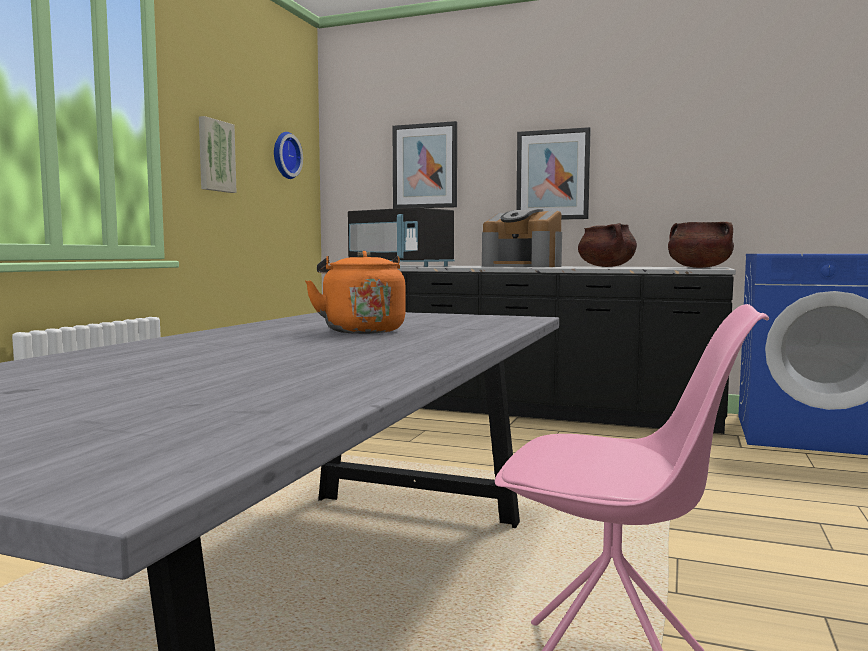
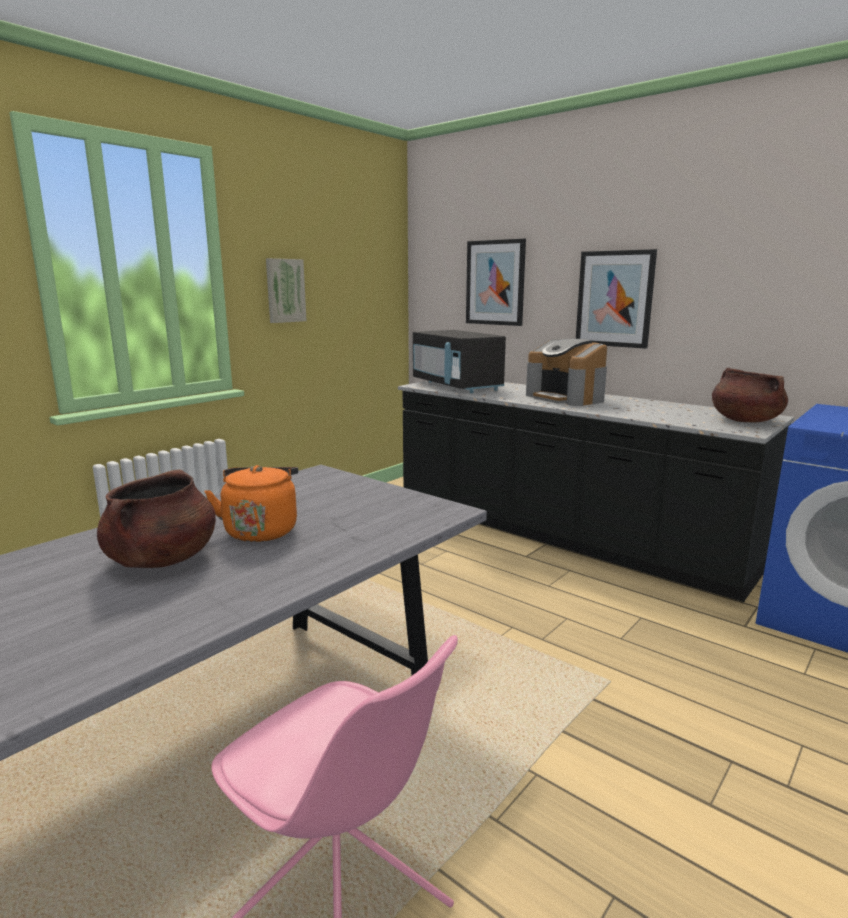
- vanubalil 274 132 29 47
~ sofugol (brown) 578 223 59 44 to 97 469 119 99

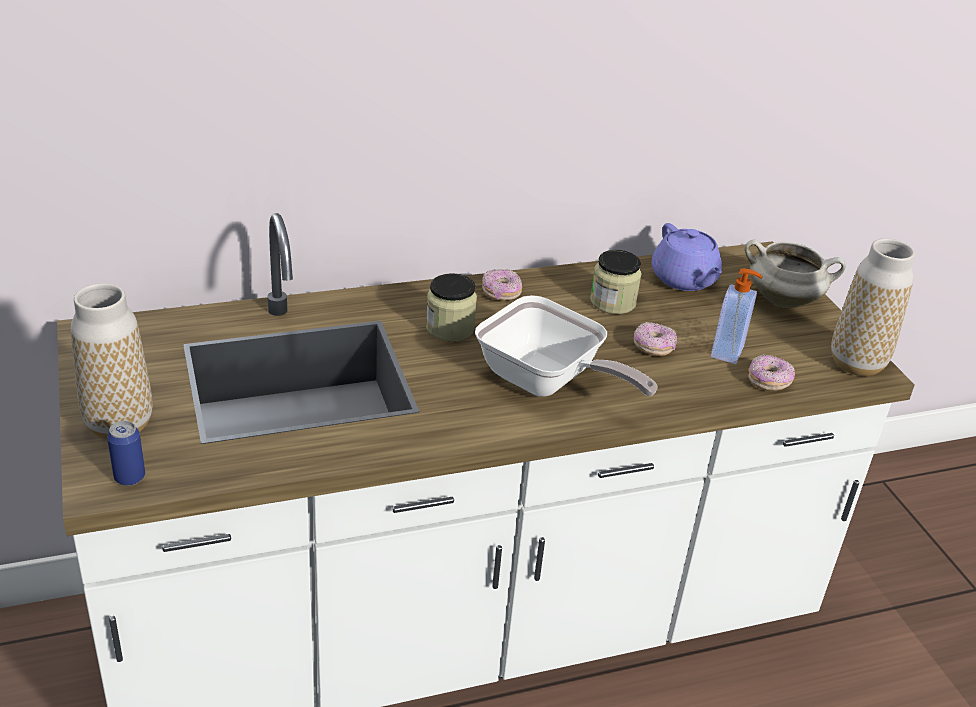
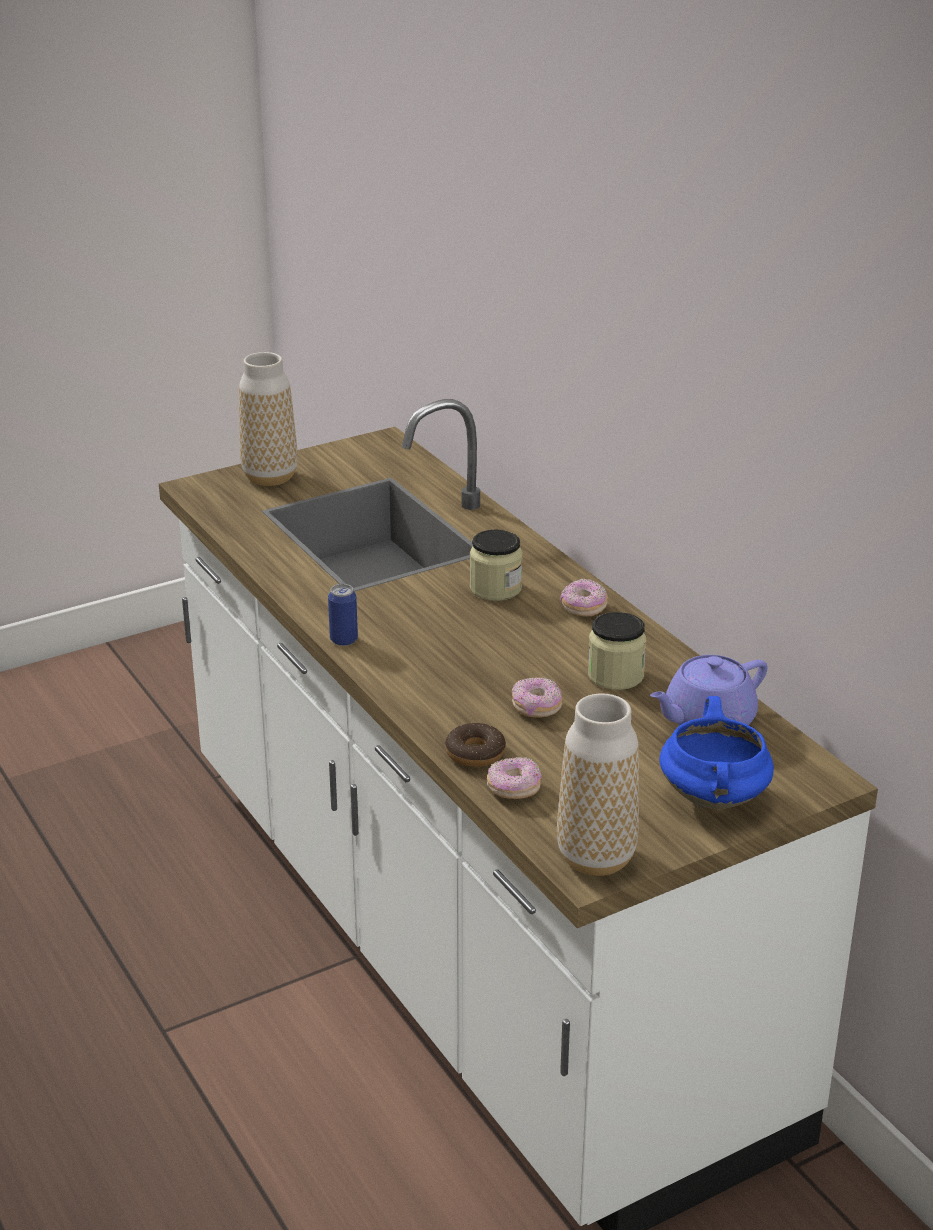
~ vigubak 107 421 38 65 to 328 584 30 62
- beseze 475 295 182 102
- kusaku 711 268 52 96
~ sofugol (white) 745 240 101 68 to sofugol (blue) 659 696 115 113
+ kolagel 445 723 61 44

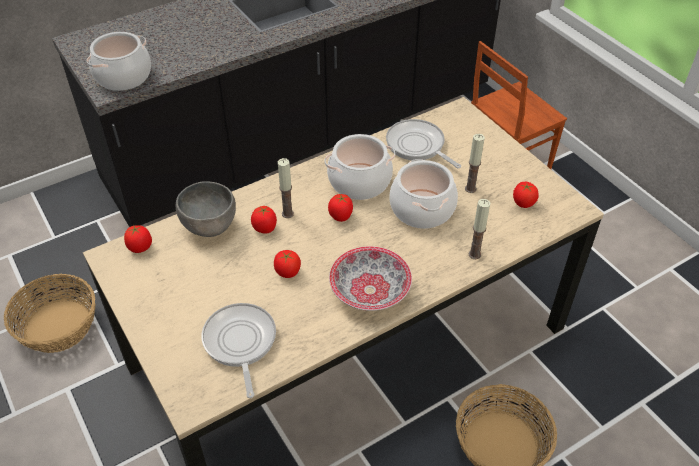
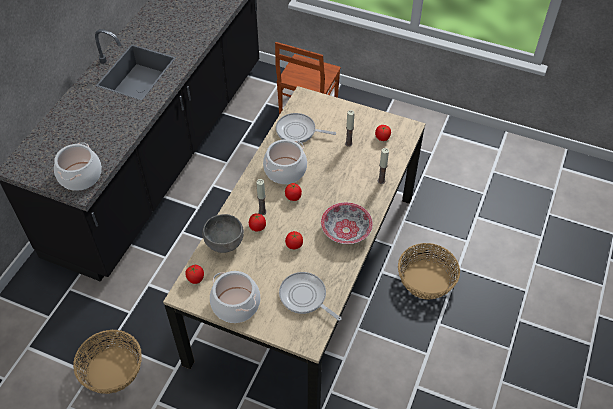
~ sofugol 389 159 69 70 to 210 271 50 52

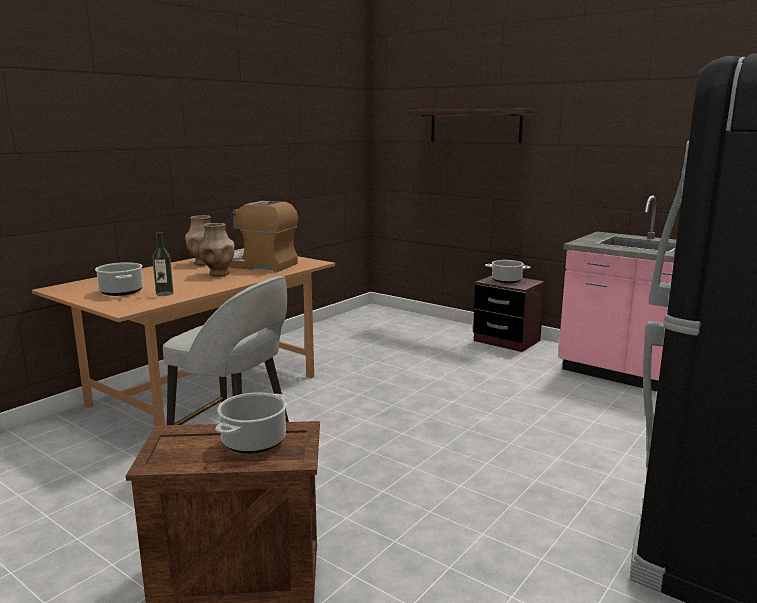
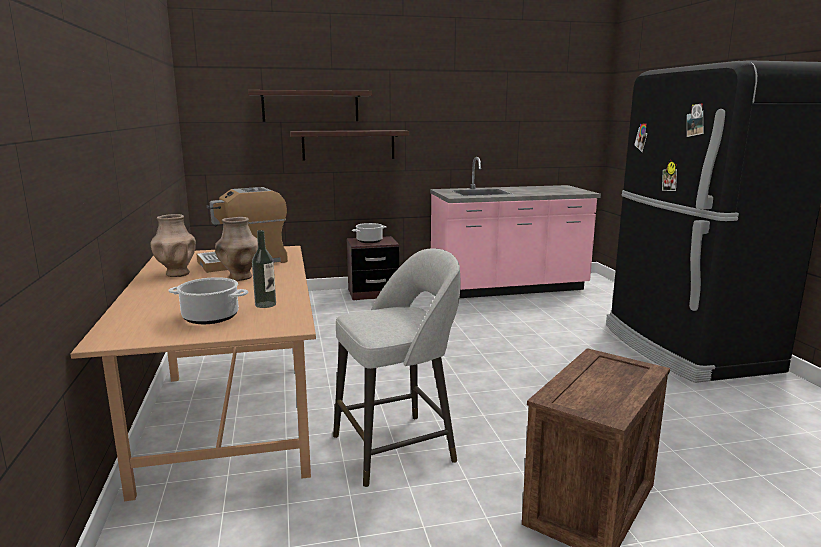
- sofugol 216 392 71 62
+ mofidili 290 130 119 30

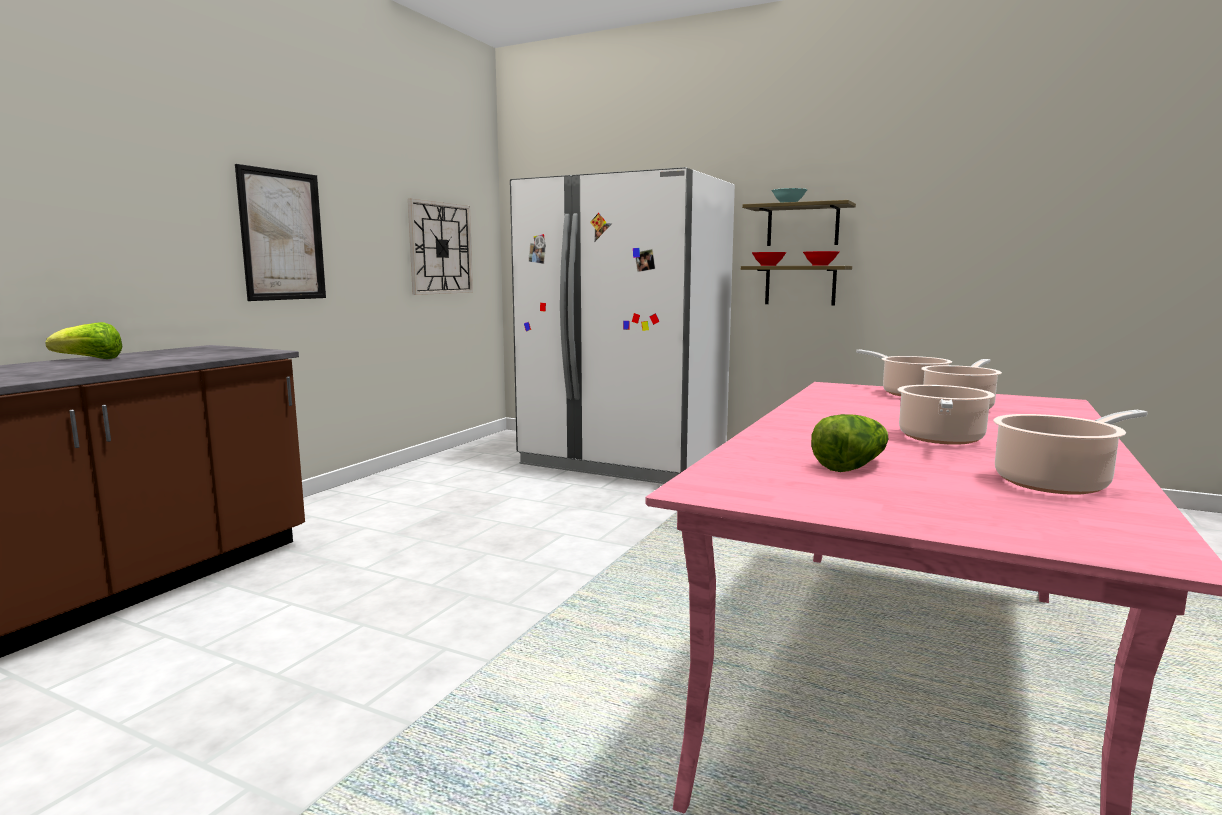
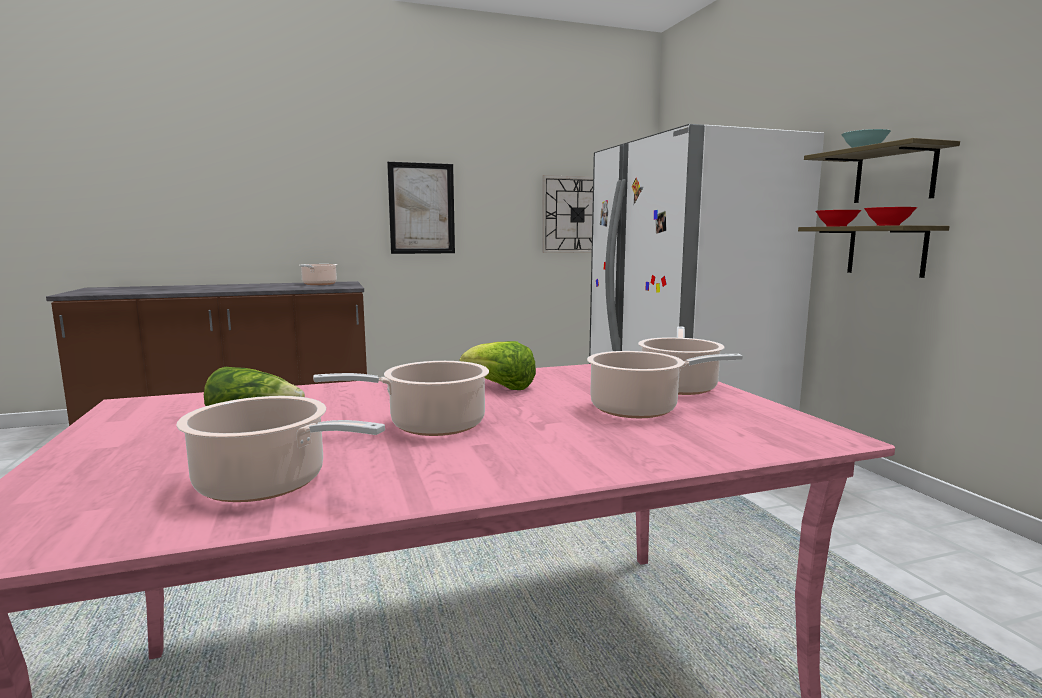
~ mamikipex 45 322 77 37 to 459 341 77 49
+ sofugol 299 264 39 21

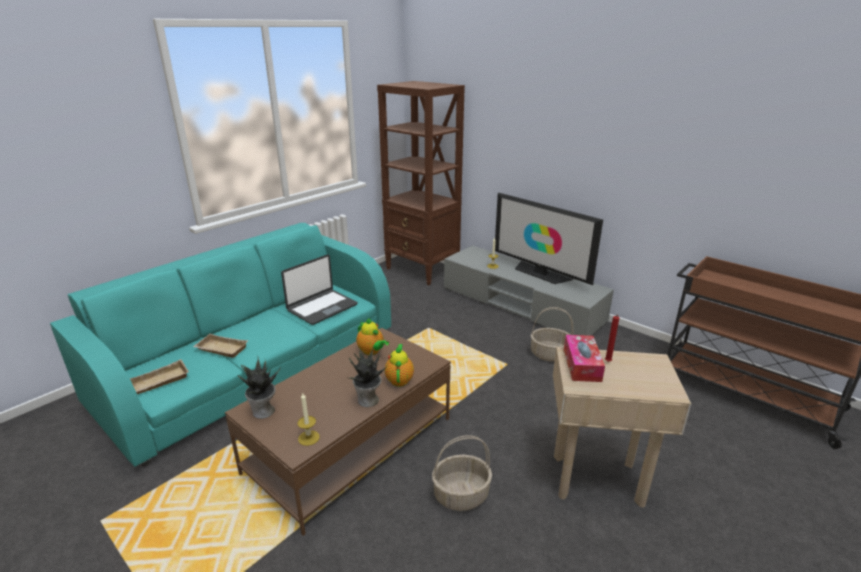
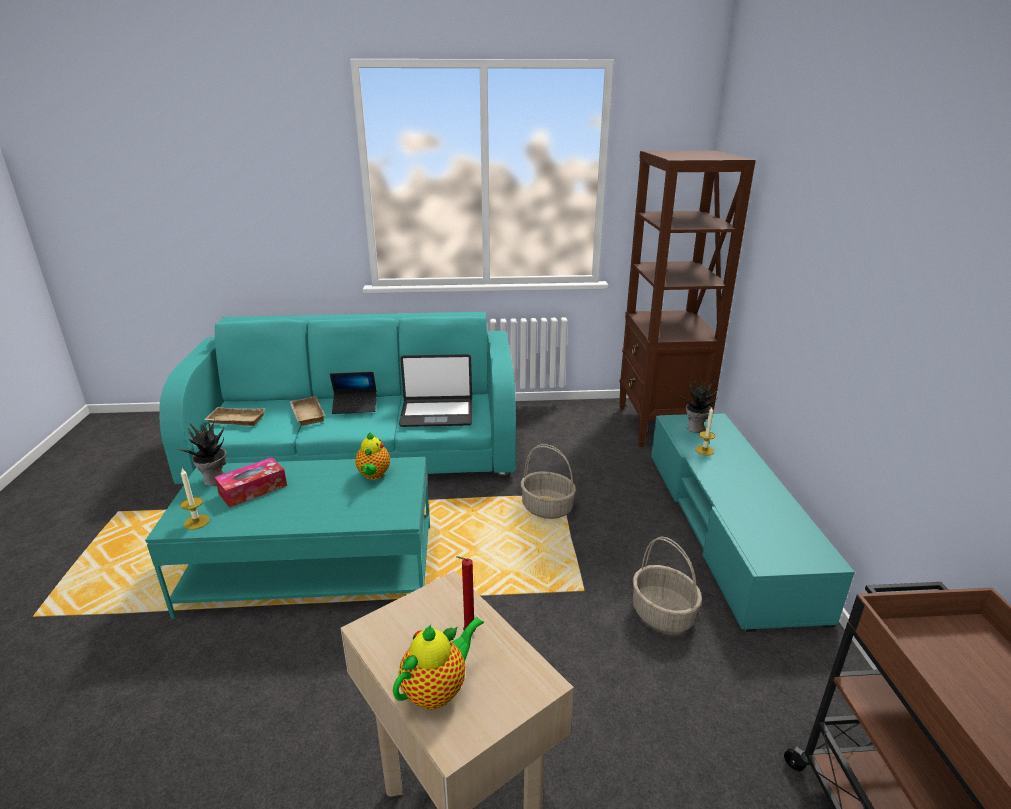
~ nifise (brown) 225 328 226 208 to nifise (turquoise) 145 457 285 162
~ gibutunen 349 349 39 58 to 682 379 36 54
~ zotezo 385 344 29 43 to 393 617 91 93
~ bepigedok 432 435 60 76 to 521 444 55 75
~ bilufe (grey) 444 245 170 91 to bilufe (turquoise) 651 413 204 219
- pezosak 495 193 108 92
~ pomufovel 564 335 41 47 to 215 457 72 51
+ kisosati 330 372 47 42

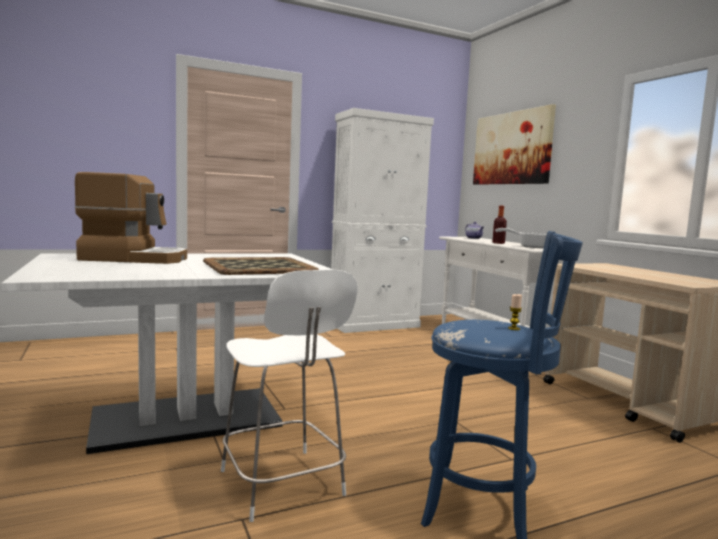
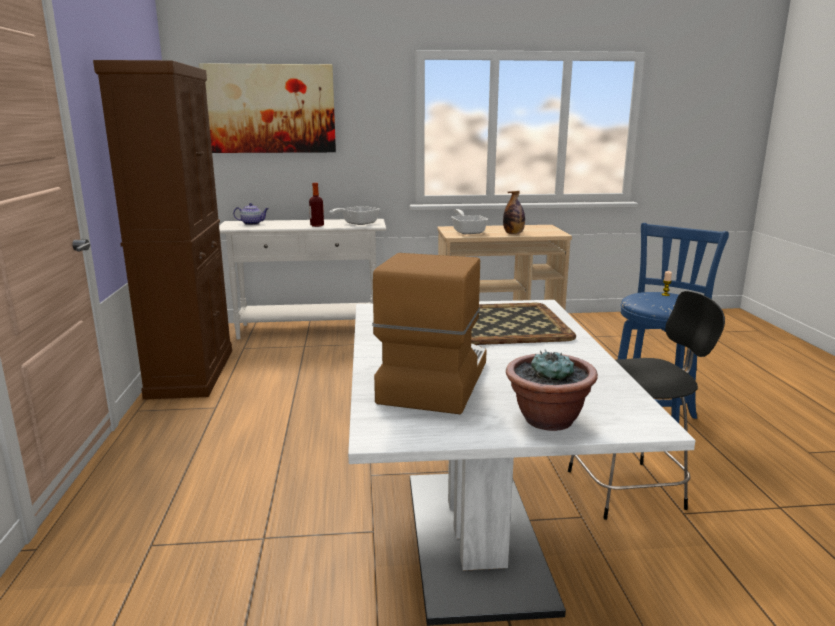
~ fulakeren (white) 221 270 137 252 to fulakeren (black) 568 291 157 229
~ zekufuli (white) 331 108 103 225 to zekufuli (brown) 93 60 139 340
+ beseze 452 209 36 25
+ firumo 503 190 22 44
+ gibutunen 506 349 92 82

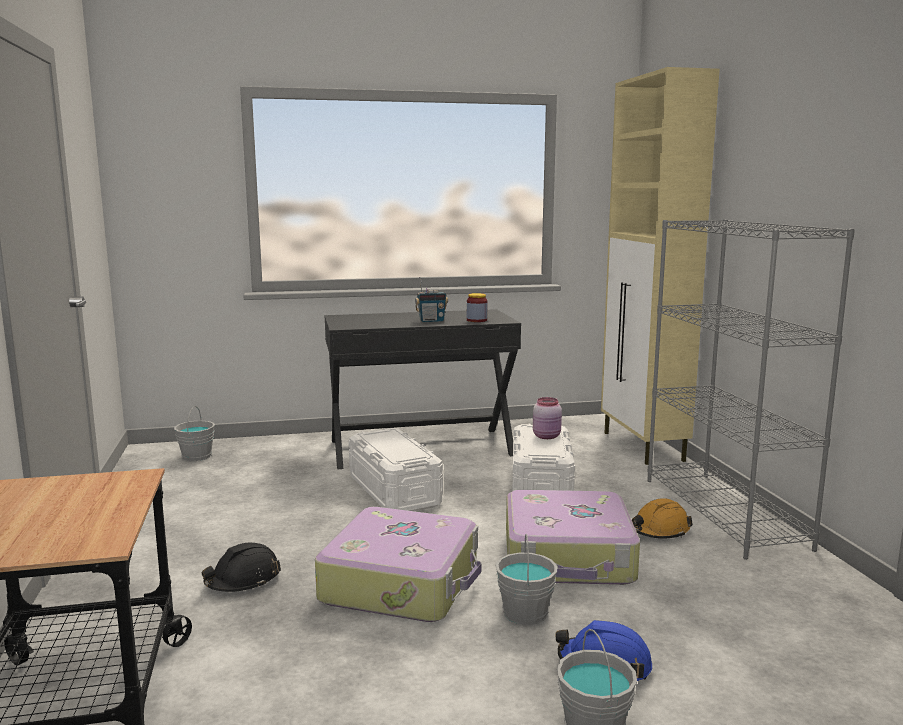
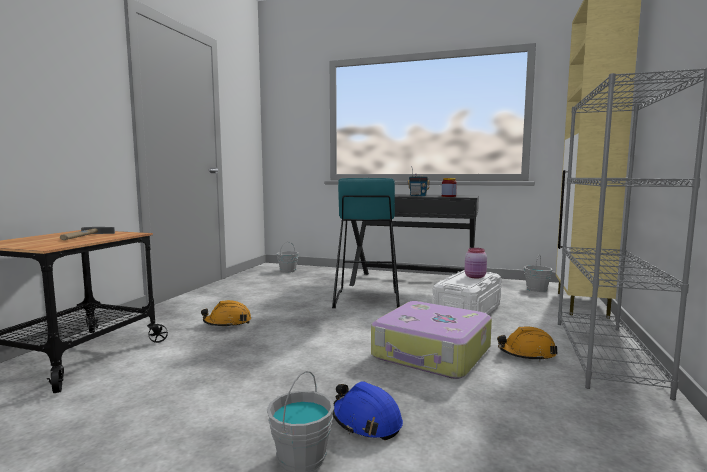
~ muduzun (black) 202 543 79 49 to muduzun (orange) 201 300 50 28
- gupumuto 315 507 167 115
~ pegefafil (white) 349 428 94 83 to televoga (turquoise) 332 178 68 130
~ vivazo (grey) 495 534 62 91 to 524 254 29 38
+ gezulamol 60 227 55 13

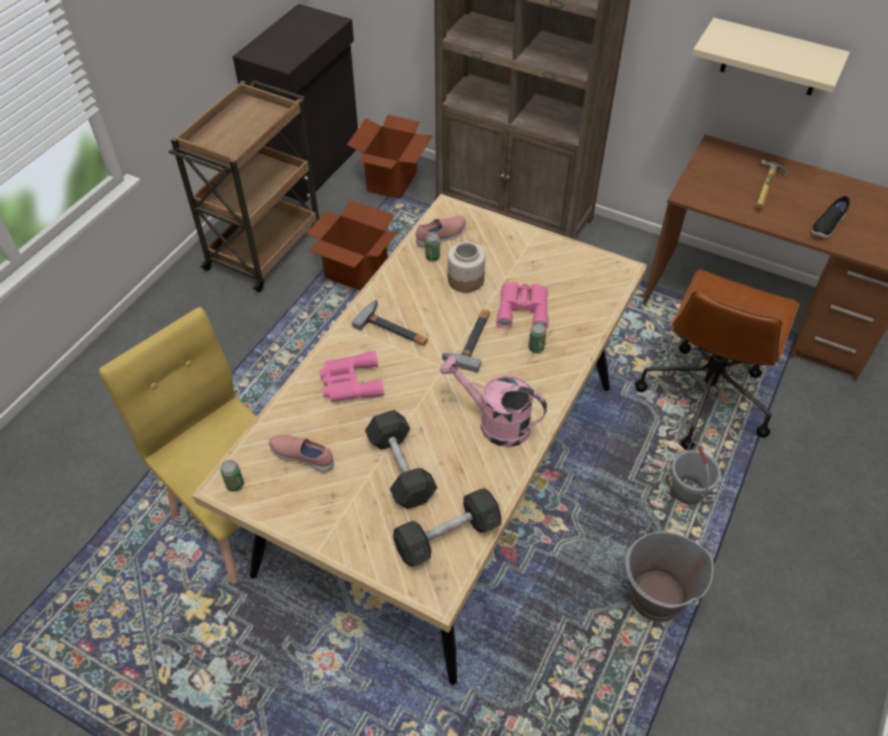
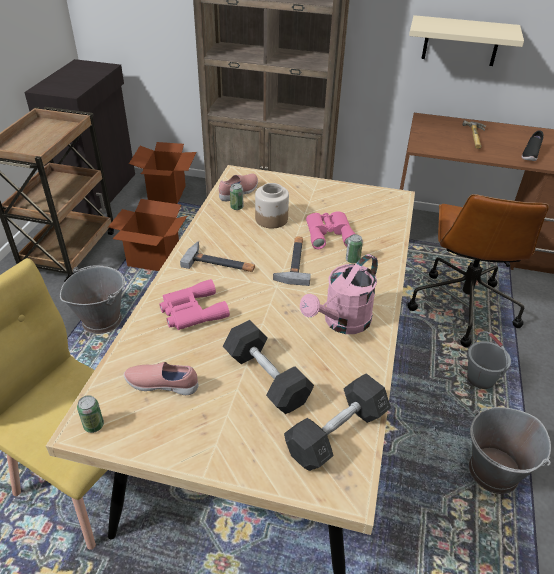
~ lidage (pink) 440 356 107 91 = 300 254 78 80 60 degrees counterclockwise
+ vivazo (grey) 60 265 65 69

